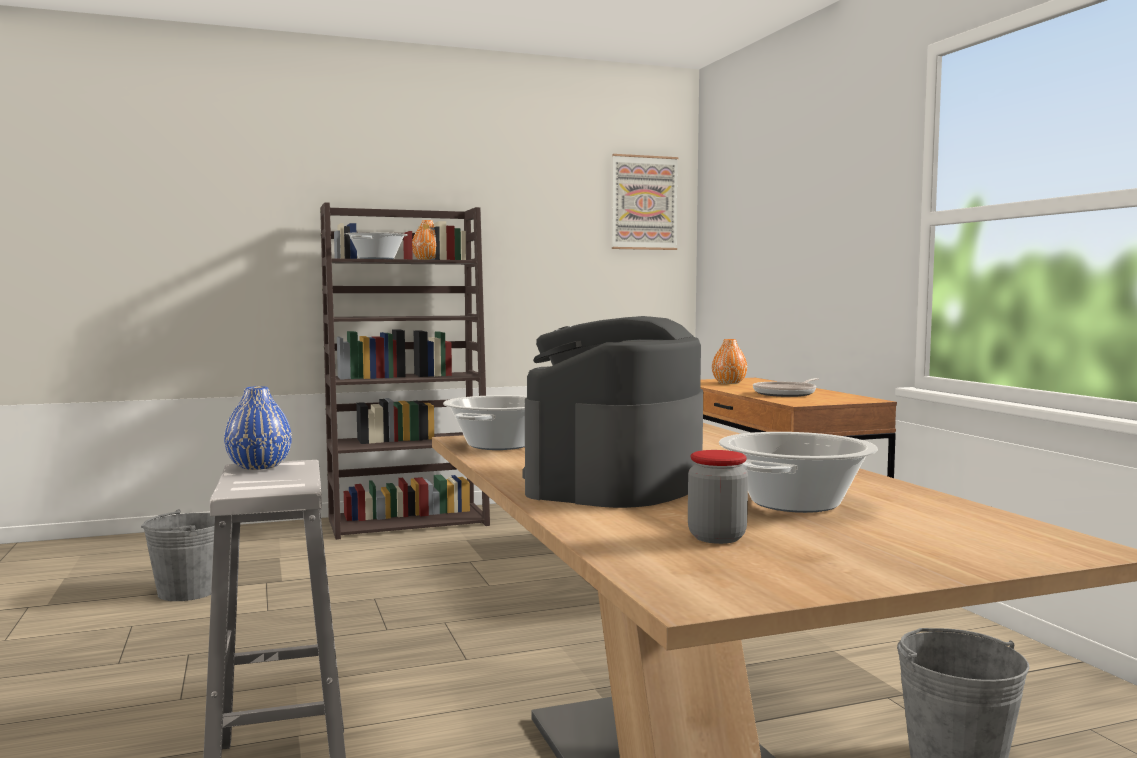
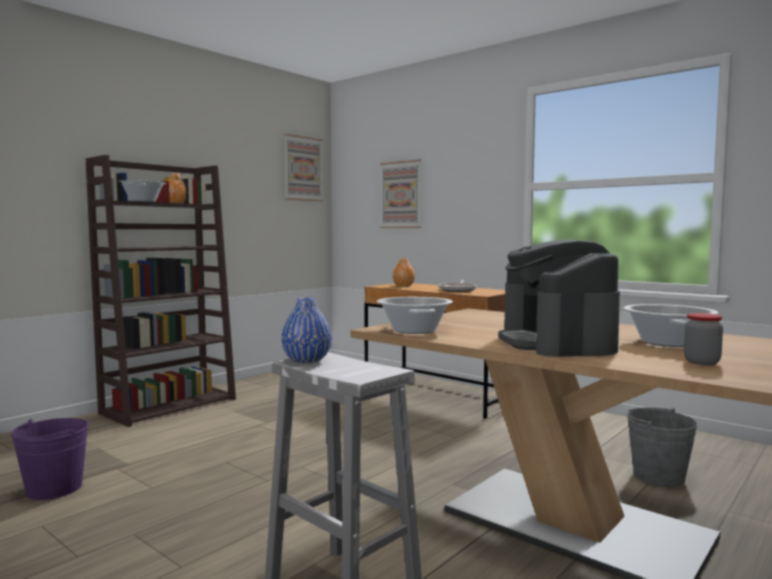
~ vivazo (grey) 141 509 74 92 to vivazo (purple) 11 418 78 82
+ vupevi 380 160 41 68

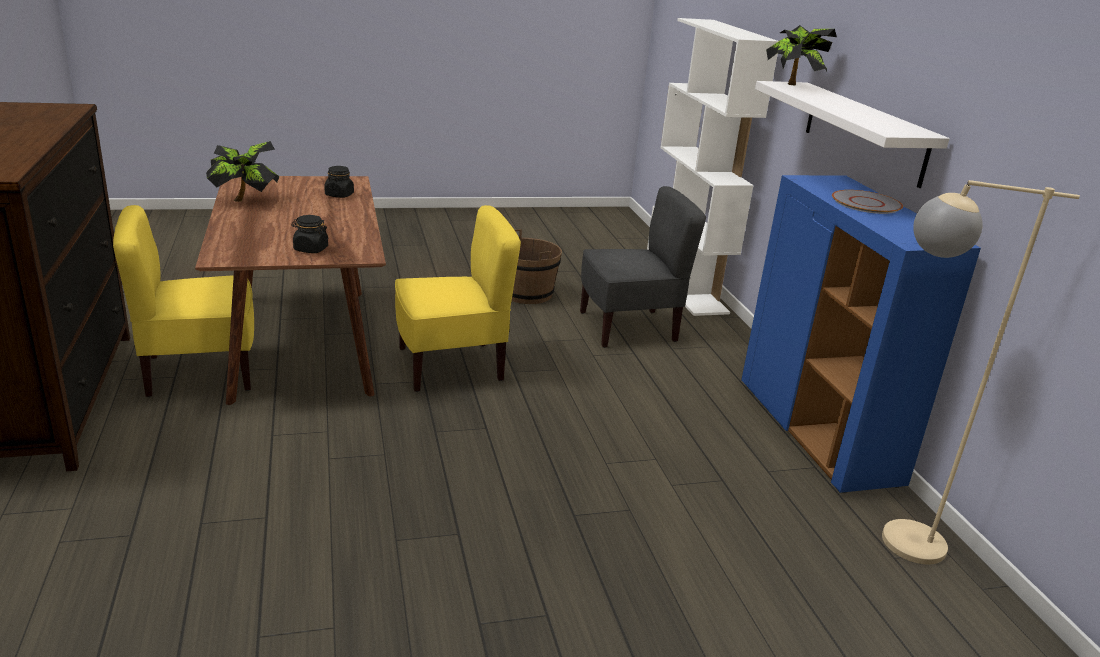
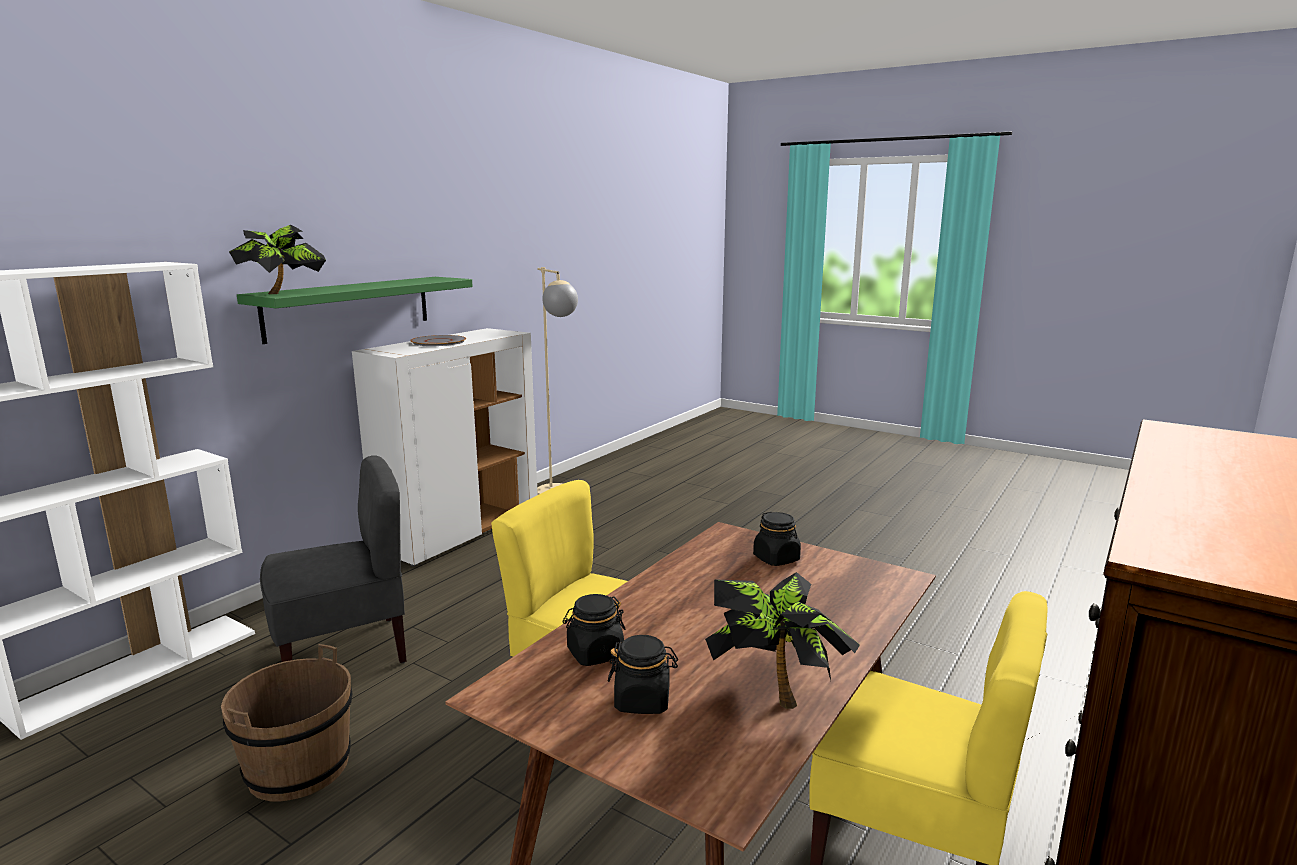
~ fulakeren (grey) 580 186 126 162 = 260 456 147 207 120 degrees clockwise
~ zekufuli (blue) 741 175 240 318 to zekufuli (white) 352 328 186 239
~ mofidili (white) 755 81 195 107 to mofidili (green) 237 277 236 67
+ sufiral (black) 608 635 70 79

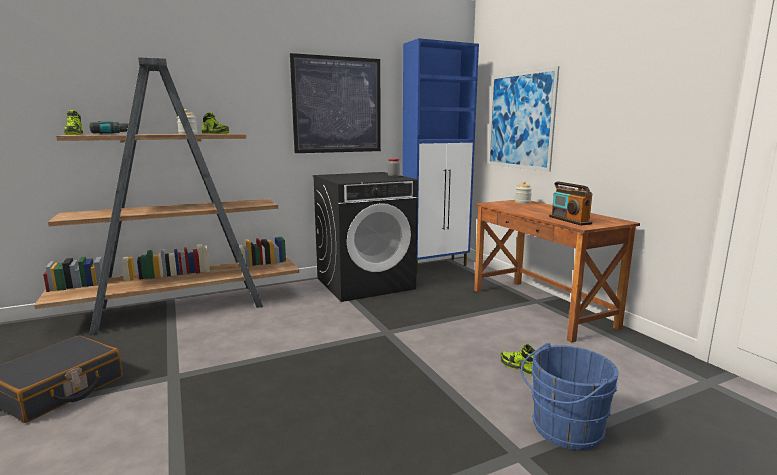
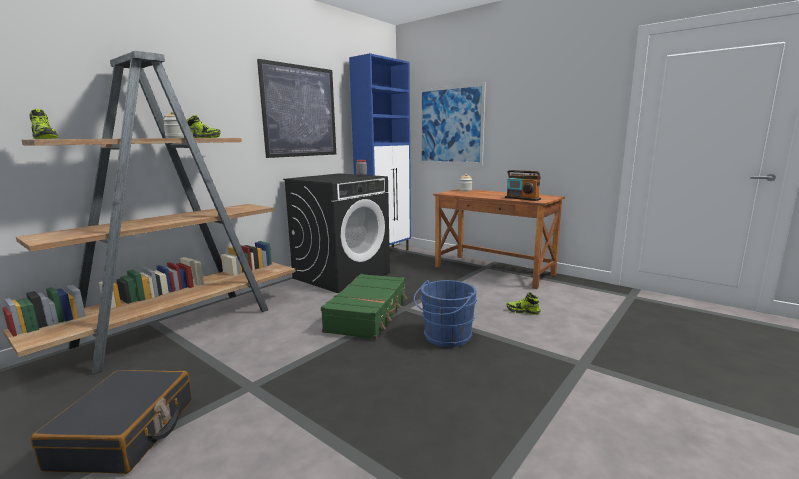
- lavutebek 89 121 39 13
~ vivazo (blue) 521 343 98 107 to 414 280 63 67
+ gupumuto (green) 321 274 87 65

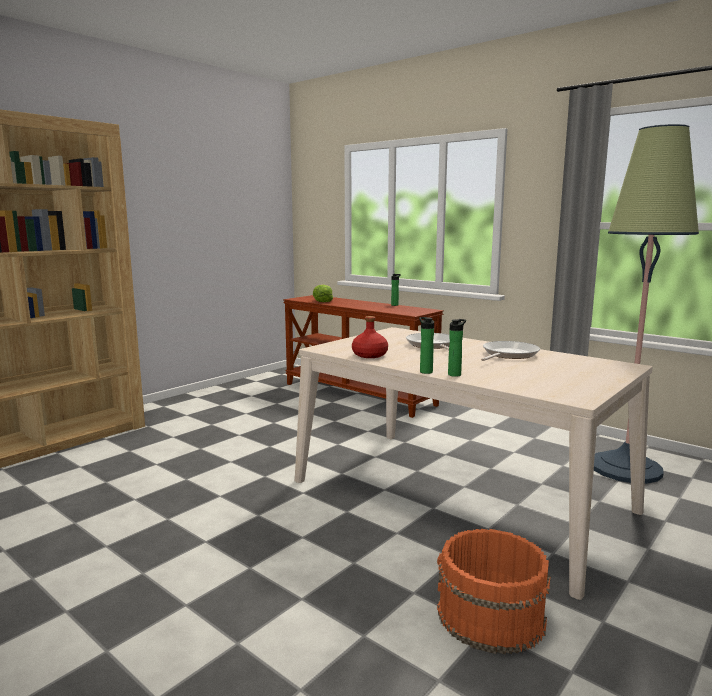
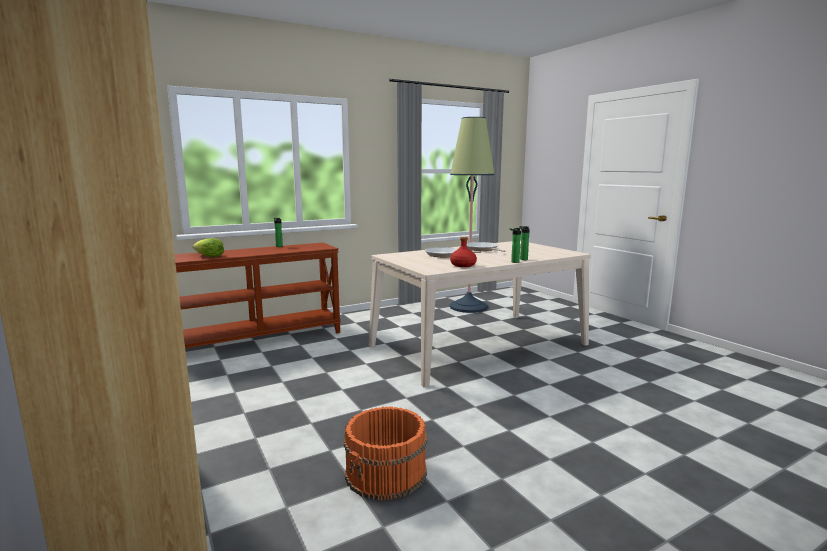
~ vivazo (orange) 437 529 114 126 to 344 406 83 94

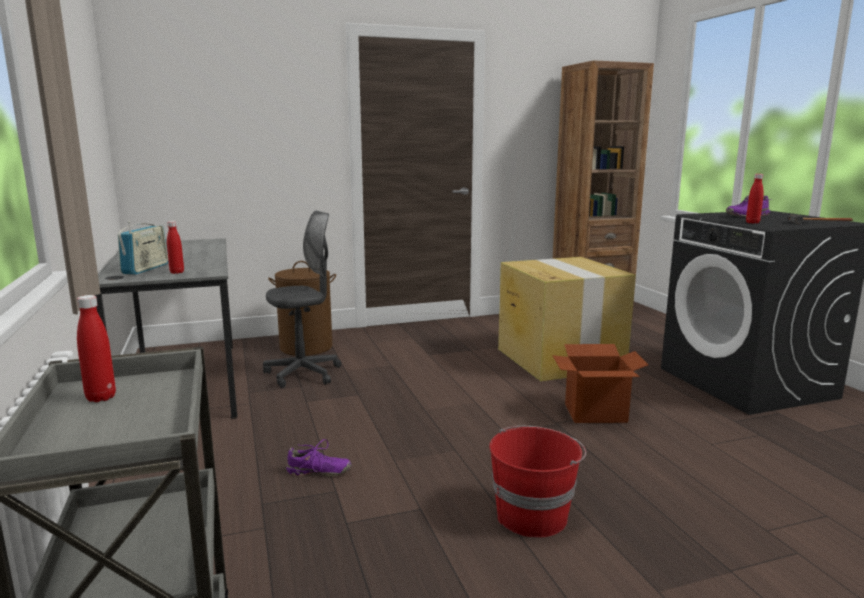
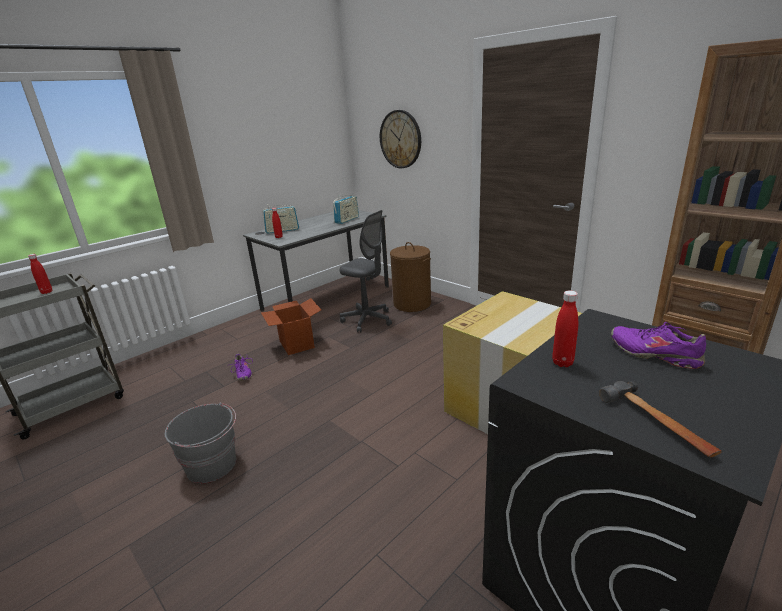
~ vivazo (red) 489 426 97 112 to vivazo (grey) 165 403 71 80
~ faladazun 552 344 96 79 to 261 298 61 57
+ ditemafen 333 195 26 29
+ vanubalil 380 110 41 58

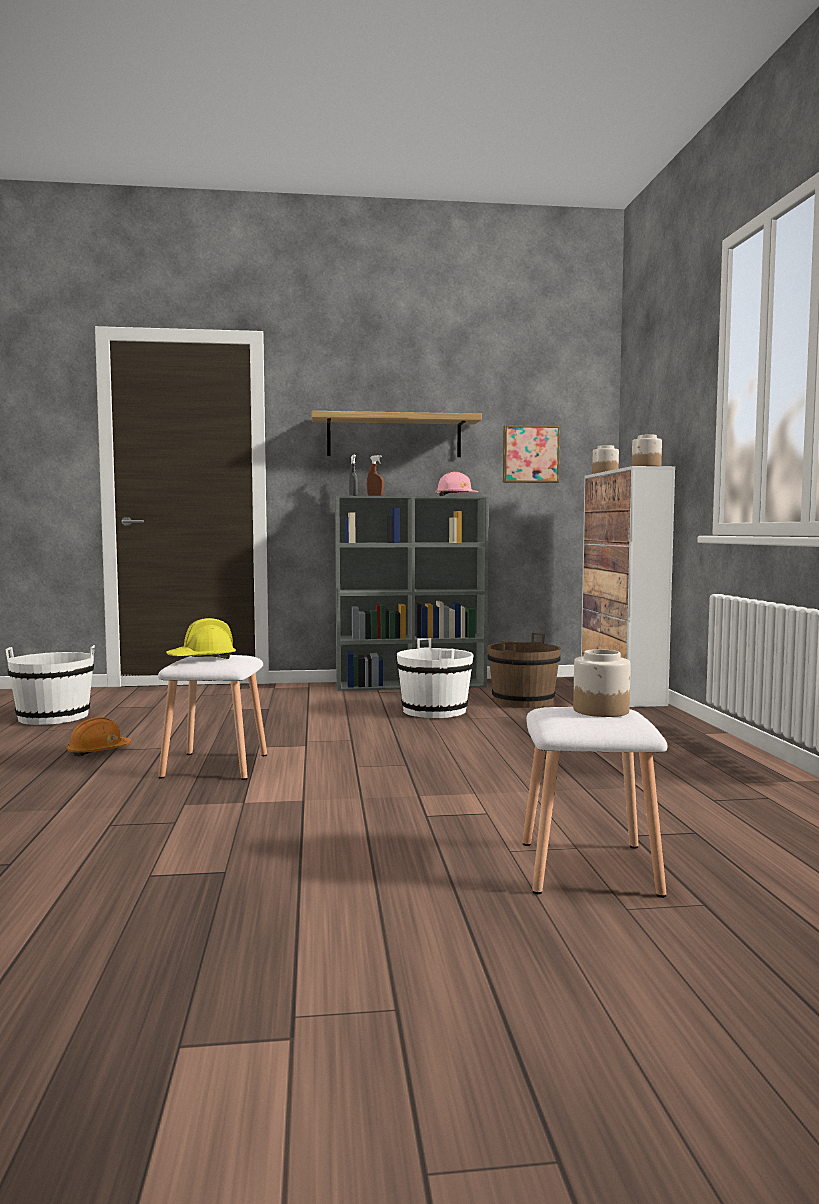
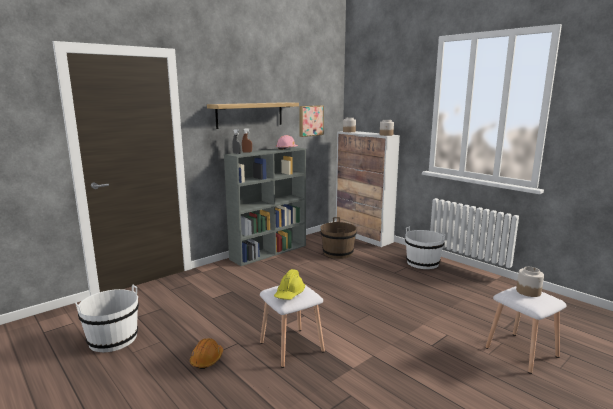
~ vivazo (white) 397 638 76 80 to 405 226 41 43

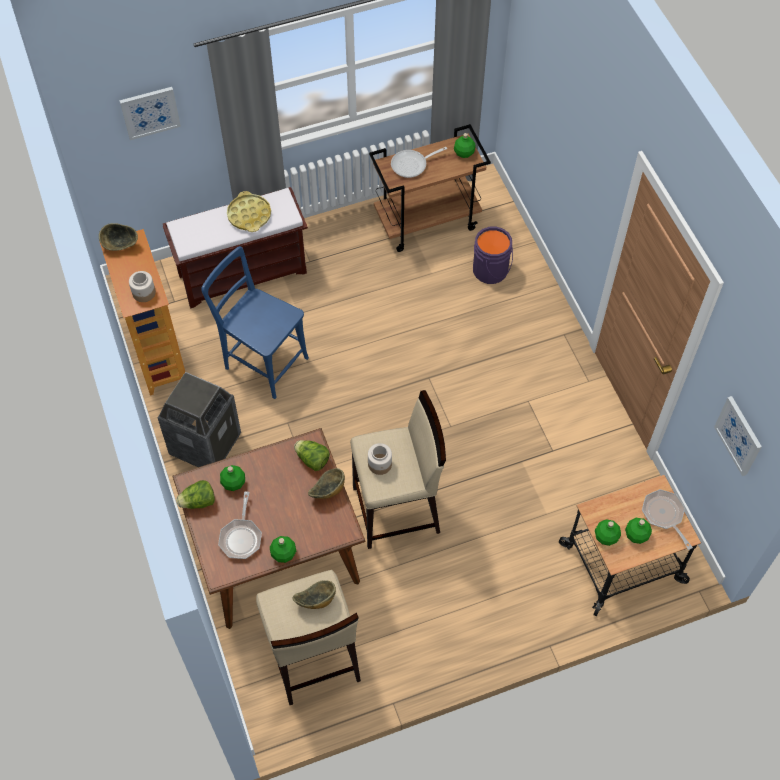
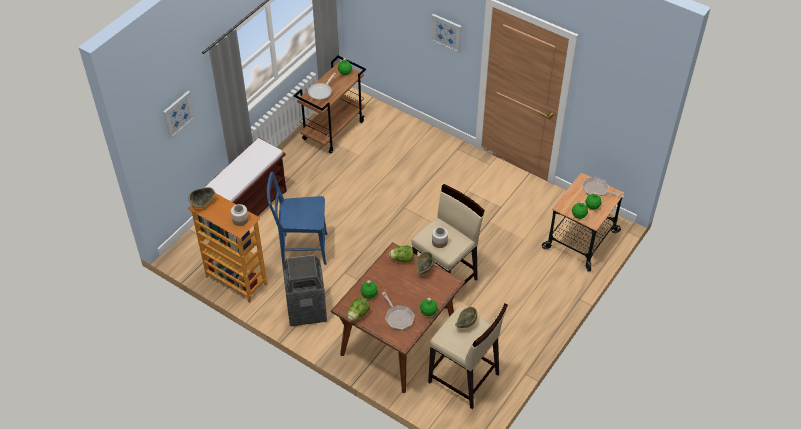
- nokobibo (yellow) 227 191 44 41
- vivazo (purple) 473 227 40 57
~ vupevi 714 396 48 80 to 431 14 31 39

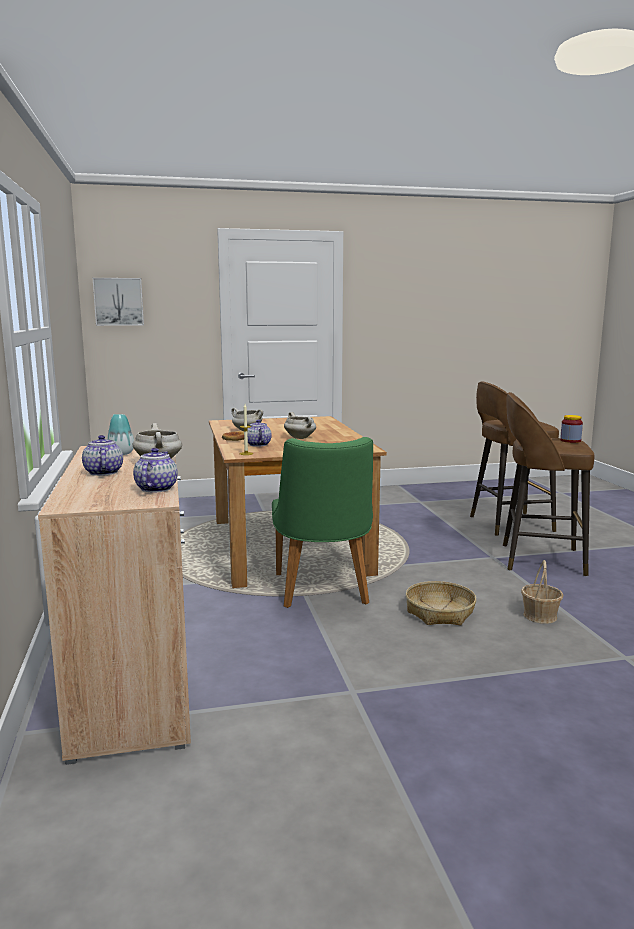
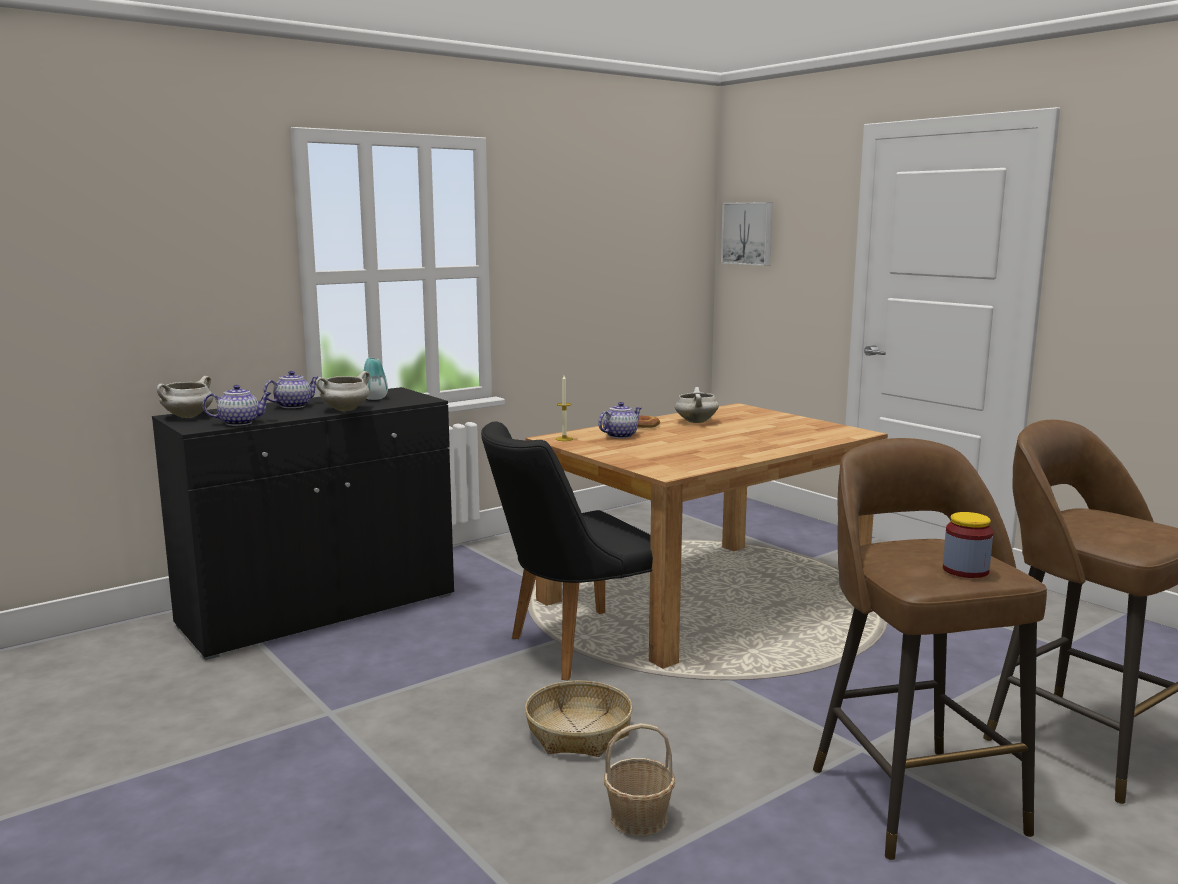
~ zekufuli (beige) 38 446 153 319 to zekufuli (black) 152 387 302 273
~ fulakeren (green) 272 437 101 171 to fulakeren (black) 481 421 172 260
~ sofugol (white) 284 412 32 27 to 157 376 57 42

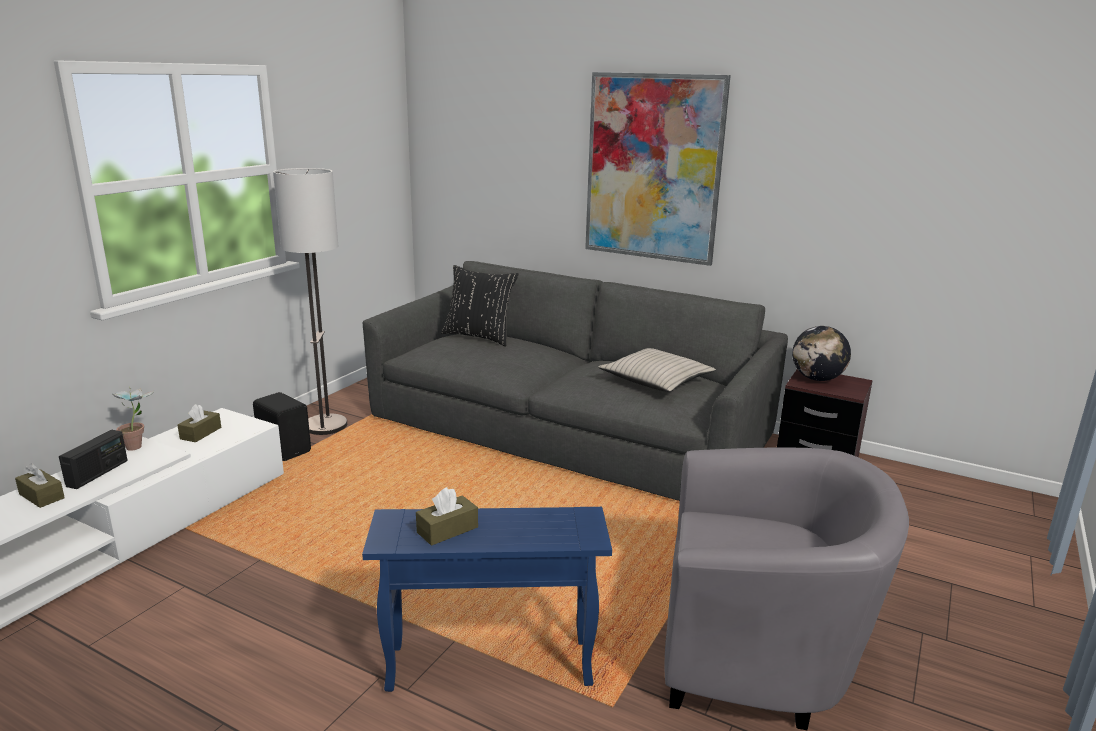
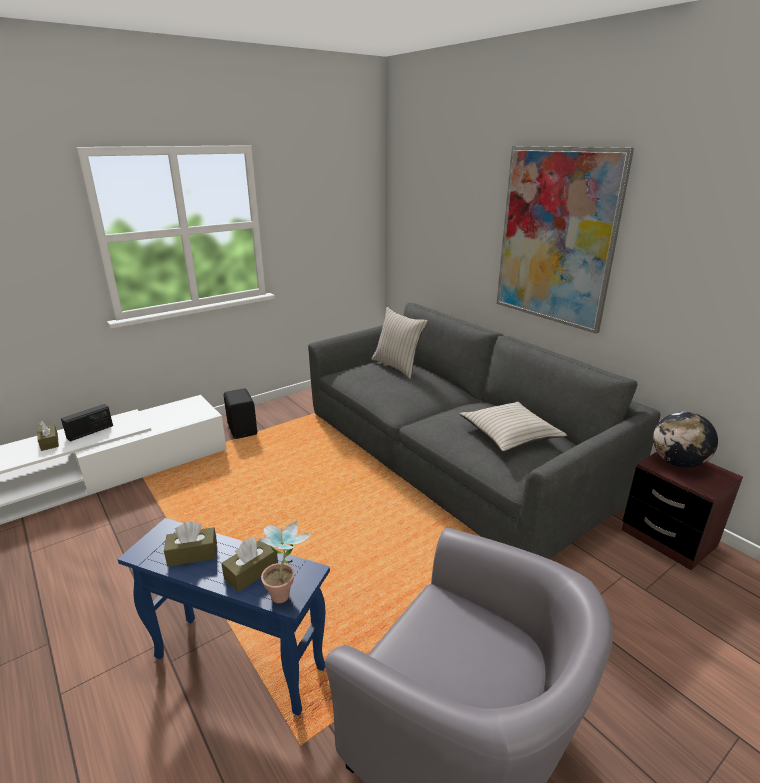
~ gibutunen 113 387 41 64 to 258 521 53 82
~ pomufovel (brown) 178 404 43 38 to 221 537 57 55
- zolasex 273 168 74 267
~ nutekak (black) 441 265 78 81 to nutekak (beige) 372 307 56 72

